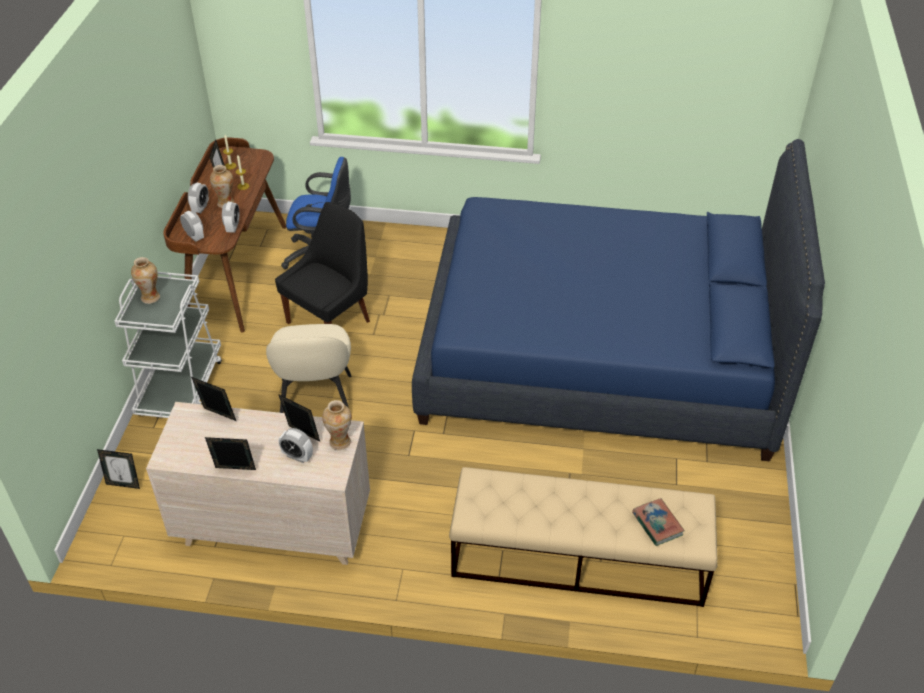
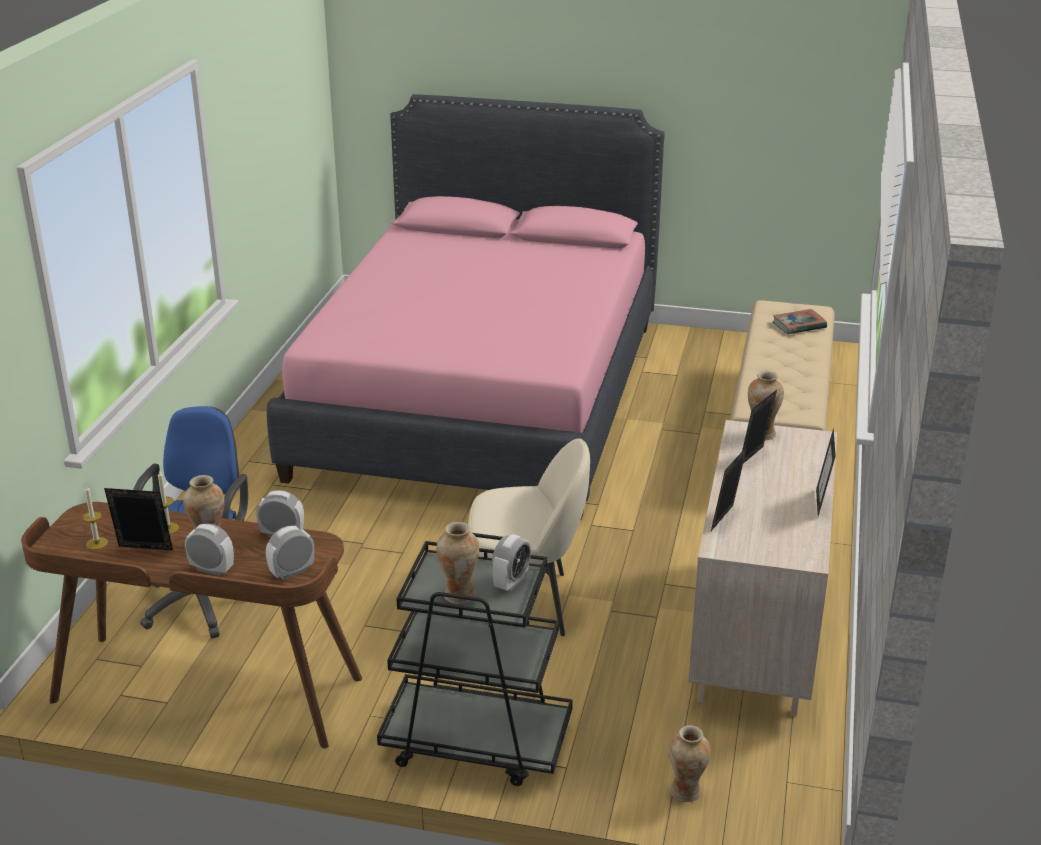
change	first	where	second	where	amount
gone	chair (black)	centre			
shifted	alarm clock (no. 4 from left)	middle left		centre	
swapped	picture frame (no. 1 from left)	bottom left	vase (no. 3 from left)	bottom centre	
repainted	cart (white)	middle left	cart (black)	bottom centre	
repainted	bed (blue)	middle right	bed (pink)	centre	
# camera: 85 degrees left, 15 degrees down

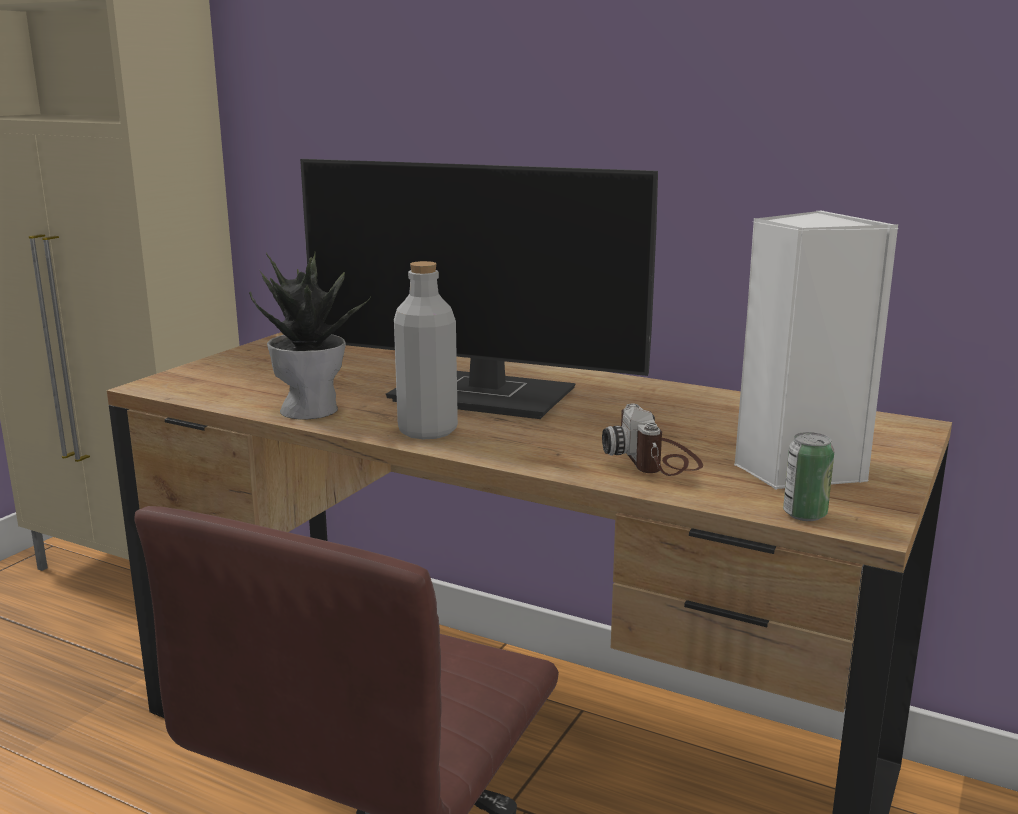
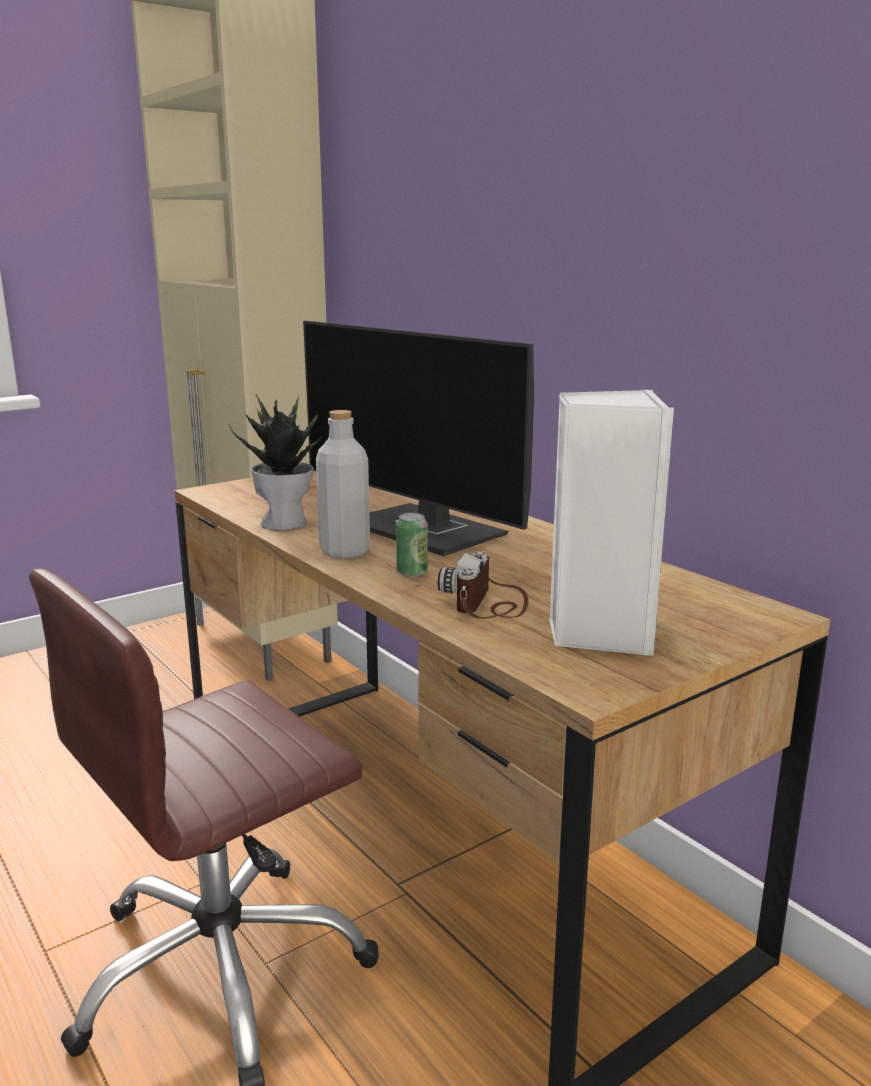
change	first	where	second	where	amount
shifted	can	middle right		centre	
# camera: 25 degrees right, 0 degrees up

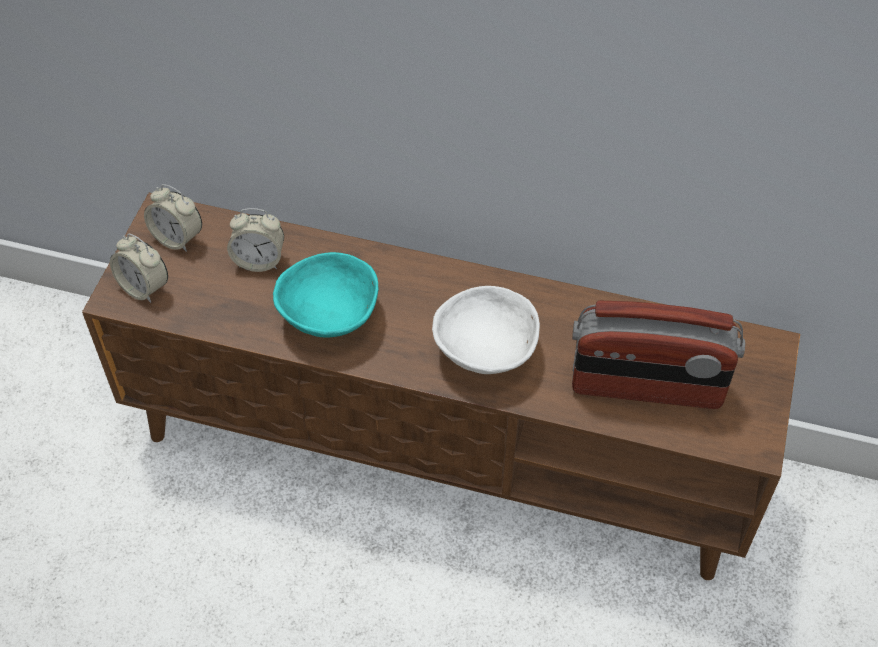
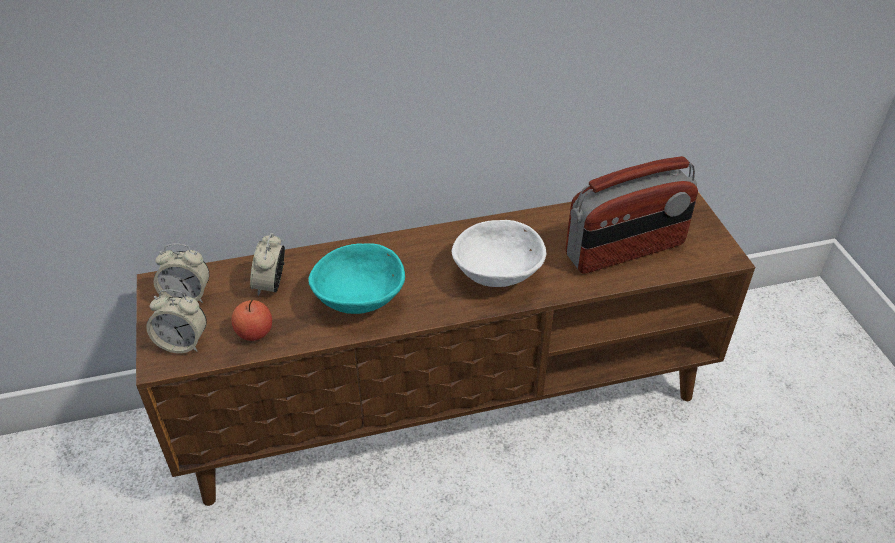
change	first	where	second	where	amount
new			apple	middle left	
rotated	alarm clock (no. 3 from left)	middle left		middle left	120 degrees clockwise
# camera: 30 degrees left, 10 degrees down

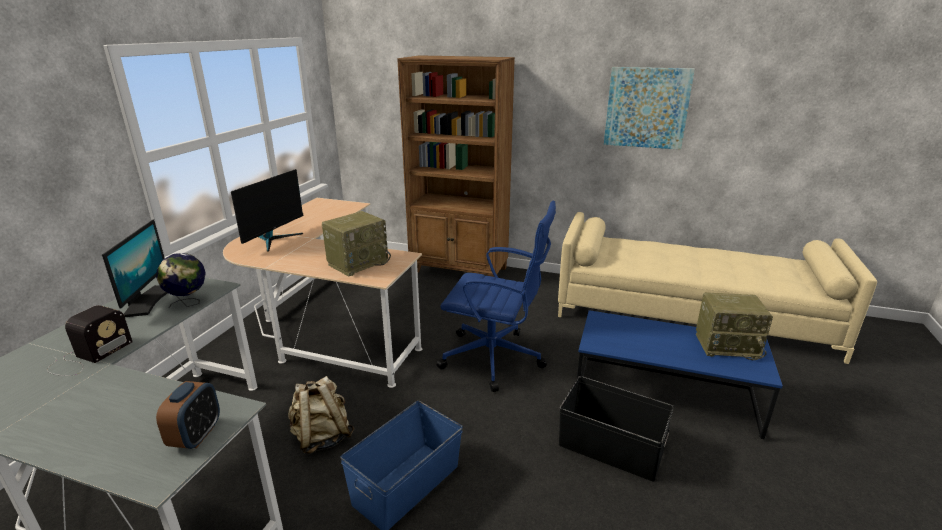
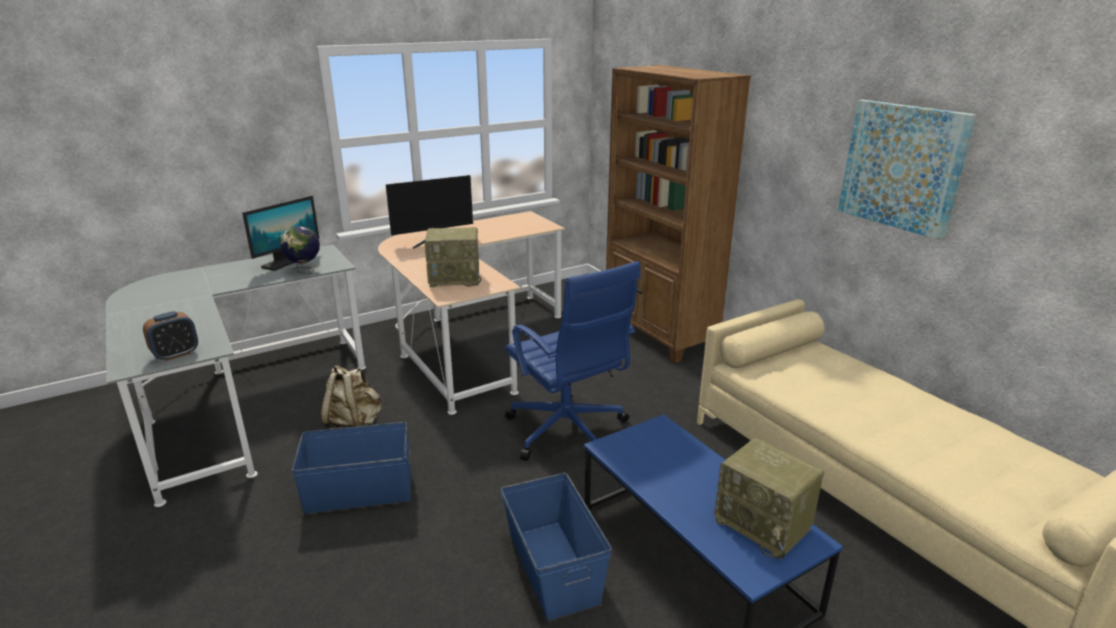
change	first	where	second	where	amount
gone	radio (no. 1 from left)	middle left			
repainted	storage box (black)	bottom centre	storage box (blue) (no. 2 from left)	bottom centre	
# camera: 40 degrees right, 0 degrees up

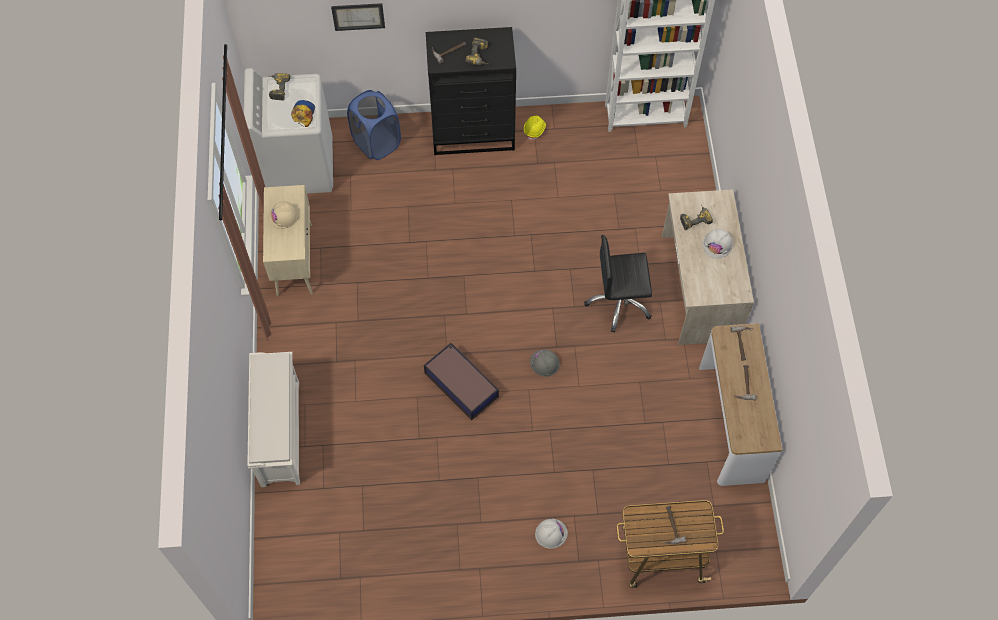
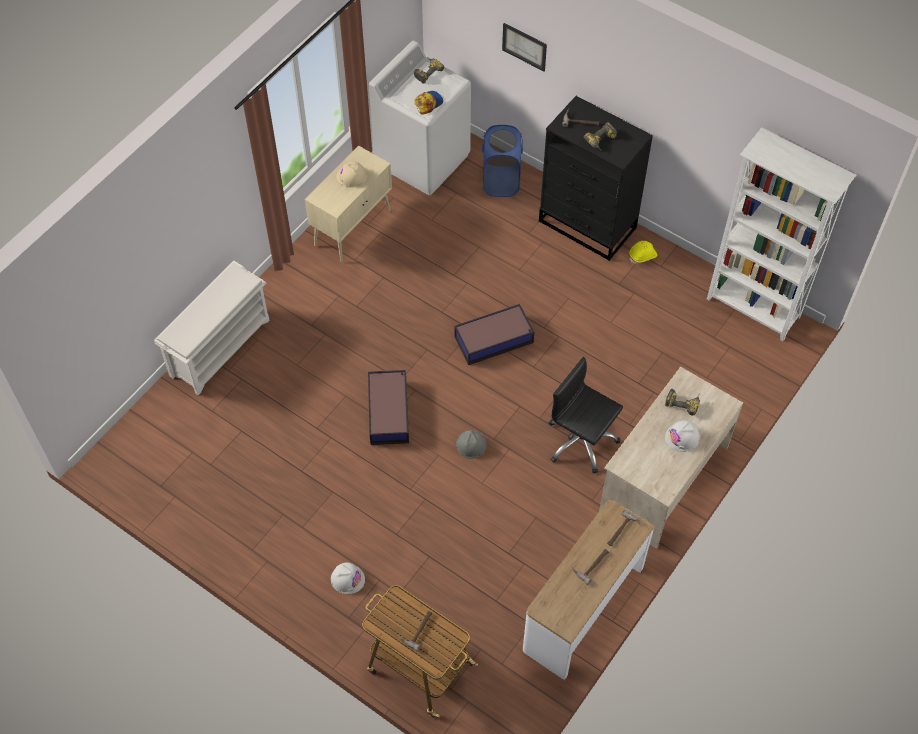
change	first	where	second	where	amount
new			storage box (no. 2 from left)	centre	
# camera: 40 degrees right, 5 degrees down

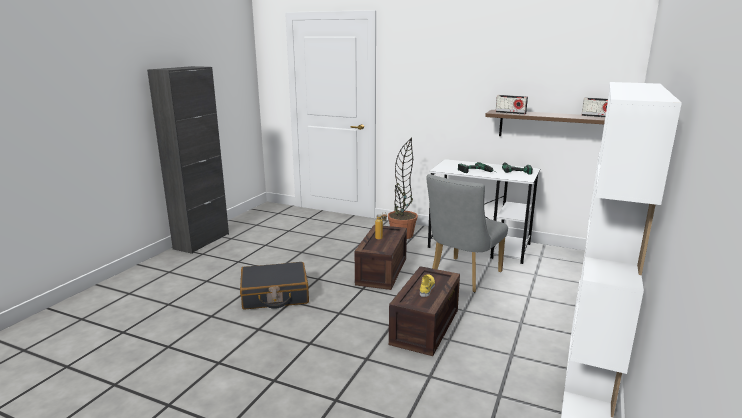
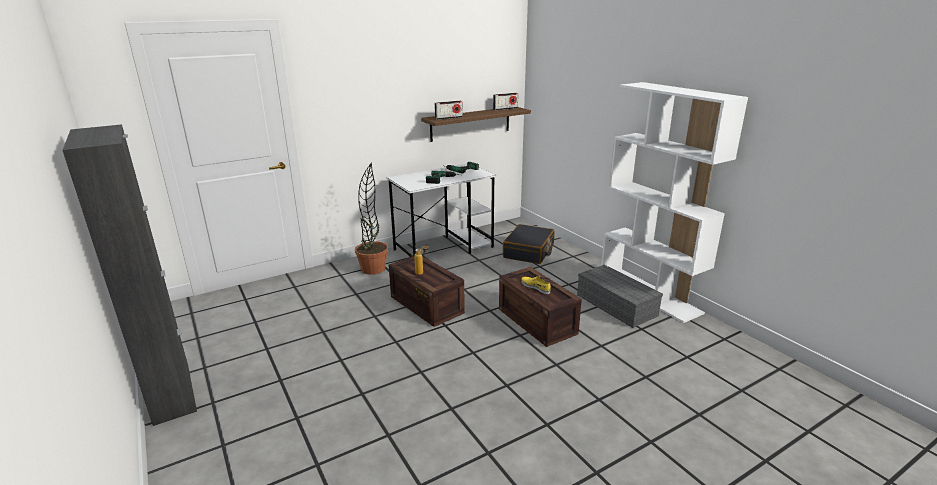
change	first	where	second	where	amount
gone	chair (grey)	centre			
new			storage box (grey)	centre	
shifted	suitcase (black)	bottom centre		centre	
# camera: 55 degrees left, 5 degrees up

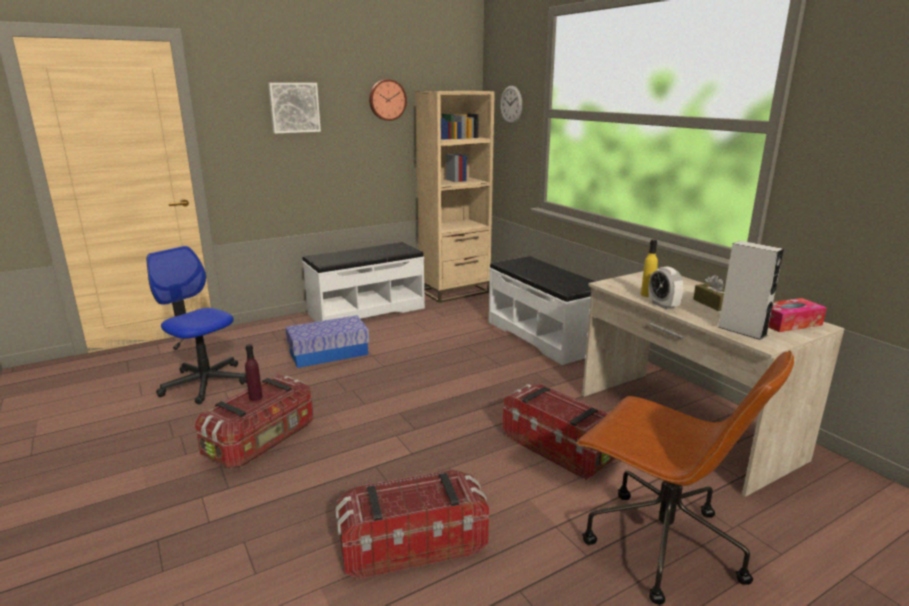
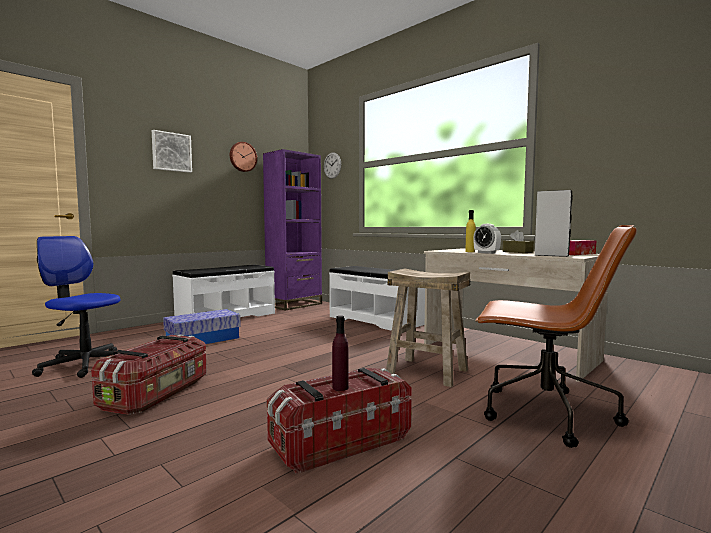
change	first	where	second	where	amount
shifted	bottle (purple)	middle left		centre	
swapped	storage box (no. 4 from left)	bottom centre	stool (beige)	centre	
repainted	bookcase (beige)	top centre	bookcase (purple)	centre	
# camera: 15 degrees left, 15 degrees down

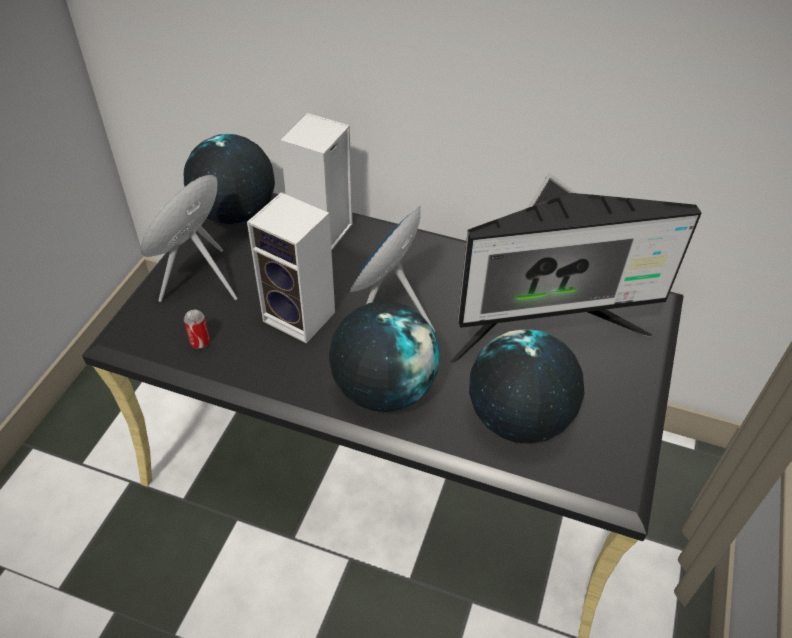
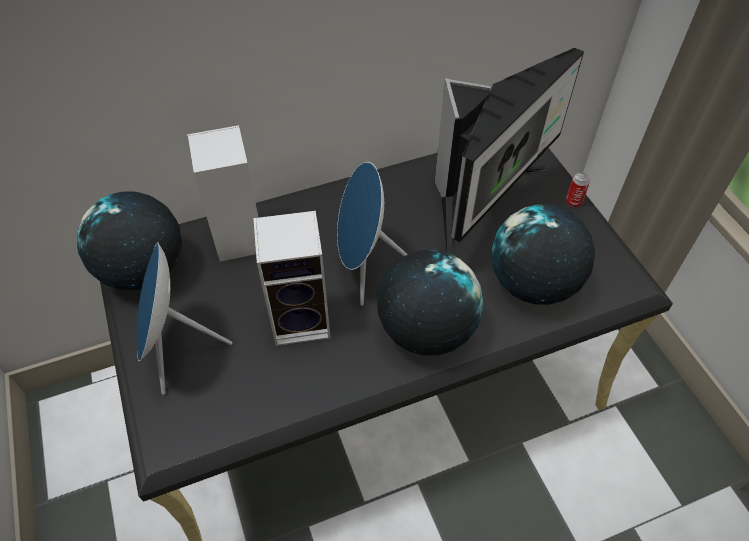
change	first	where	second	where	amount
shifted	can	middle left		middle right	
# camera: 40 degrees left, 5 degrees up

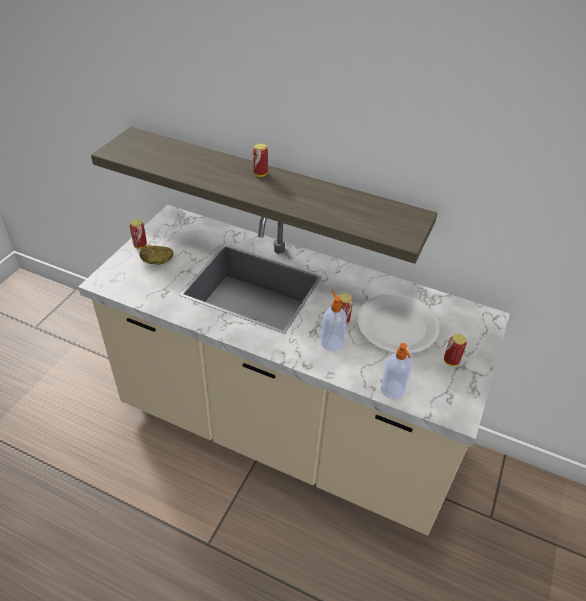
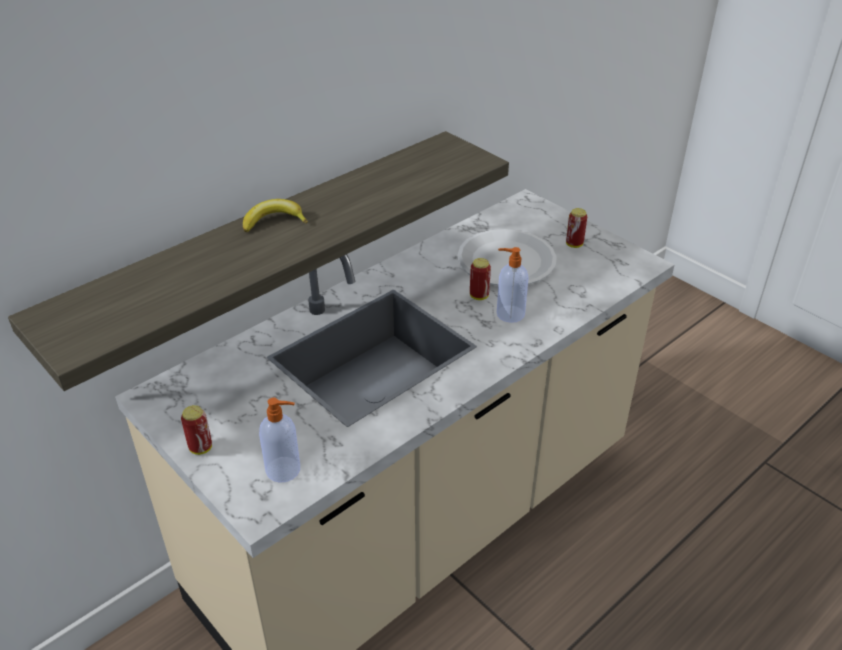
change	first	where	second	where	amount
gone	potato	middle left			
shifted	soap dispenser (no. 2 from left in the first image)	middle right	soap dispenser (no. 1 from left)	bottom left	
swapped	can (no. 2 from left)	top centre	banana	top left	
# camera: 65 degrees left, 5 degrees down

